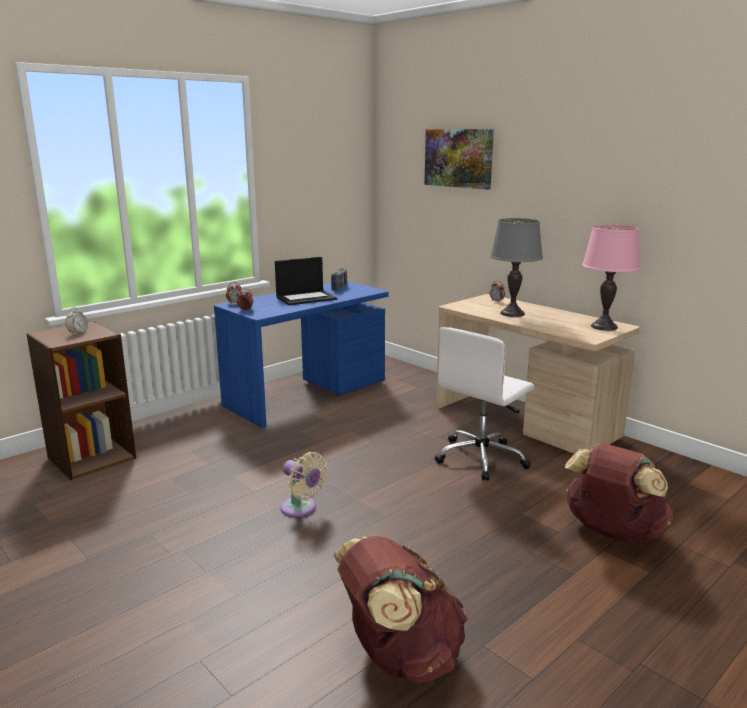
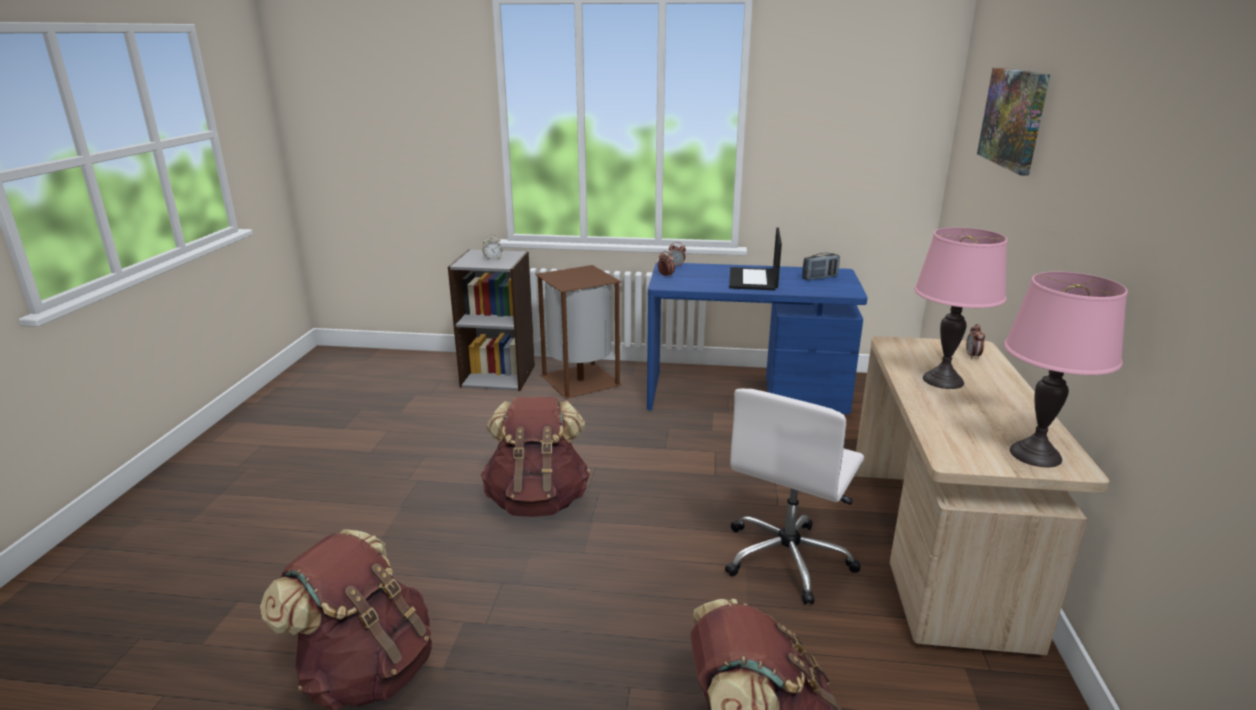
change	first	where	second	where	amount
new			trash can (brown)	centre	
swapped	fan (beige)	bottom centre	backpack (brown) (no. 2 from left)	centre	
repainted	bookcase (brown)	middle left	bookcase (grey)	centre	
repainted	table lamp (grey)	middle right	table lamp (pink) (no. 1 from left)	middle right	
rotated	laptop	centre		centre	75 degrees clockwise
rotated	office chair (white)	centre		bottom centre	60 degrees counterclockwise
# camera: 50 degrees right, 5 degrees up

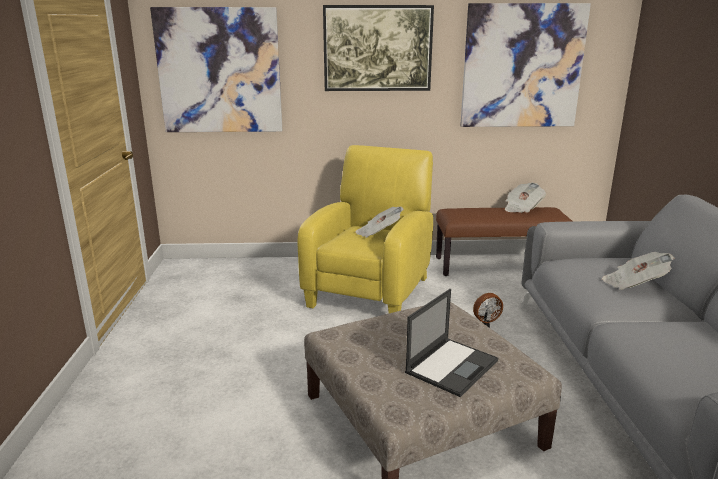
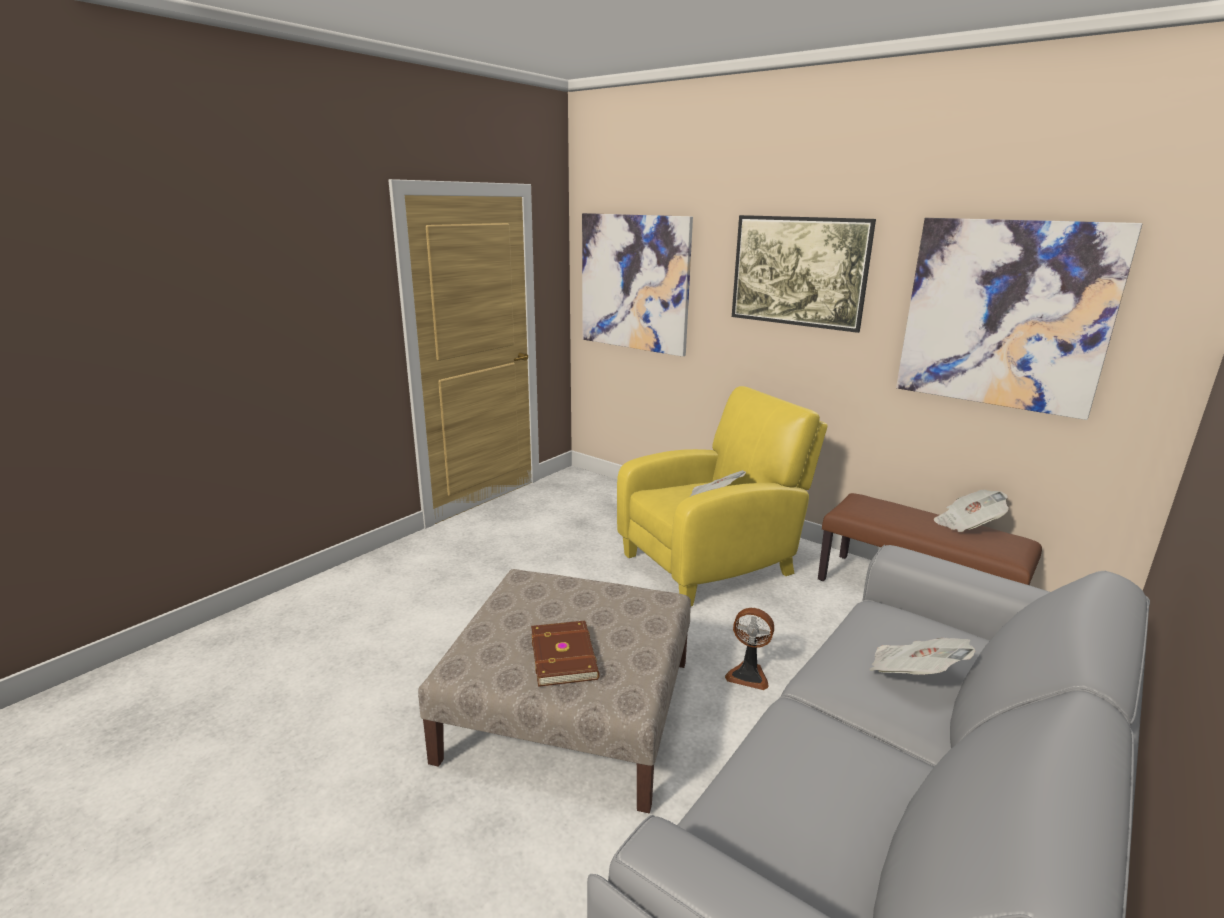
change	first	where	second	where	amount
swapped	laptop	bottom centre	book (brown)	bottom centre	
# camera: 40 degrees right, 0 degrees up

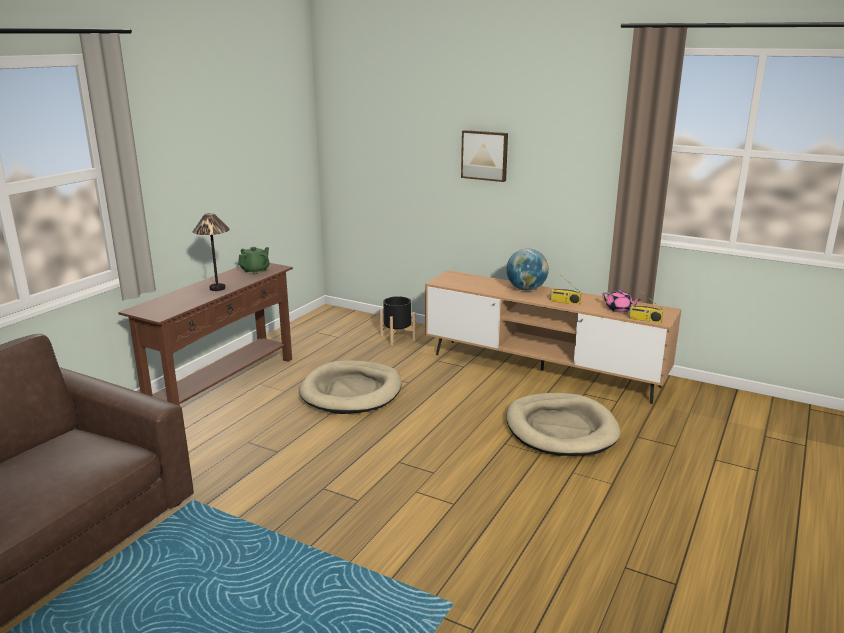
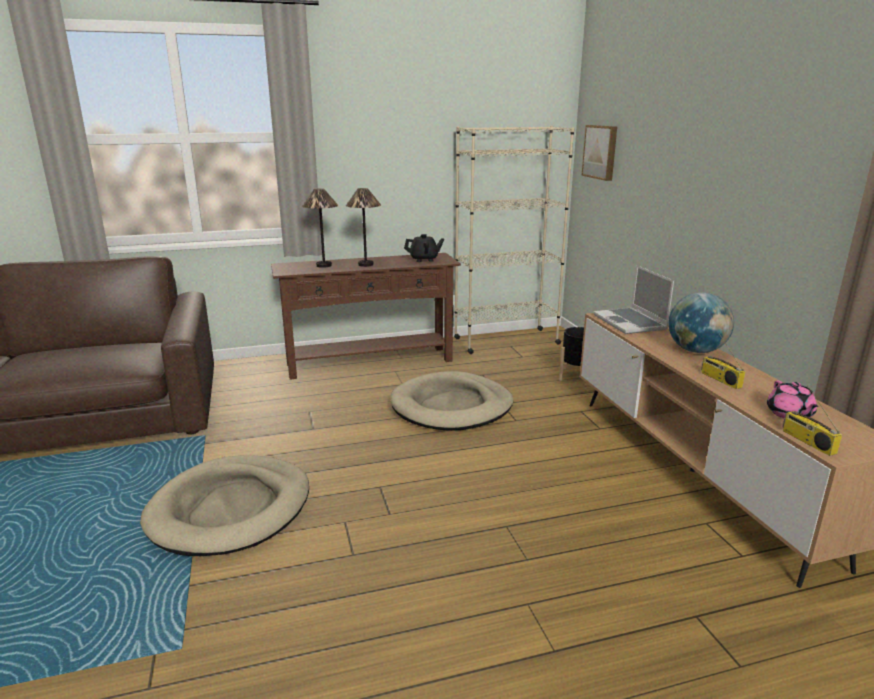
change	first	where	second	where	amount
new			table lamp (no. 1 from left)	top centre	
new			bookcase (beige)	centre	
new			laptop	middle right	
shifted	picture	top centre		top right	
shifted	dog bed (beige) (no. 2 from left in the first image)	bottom right	dog bed (beige) (no. 1 from left)	bottom left	
repainted	teapot (green)	middle left	teapot (black)	centre	
# camera: 45 degrees right, 0 degrees up

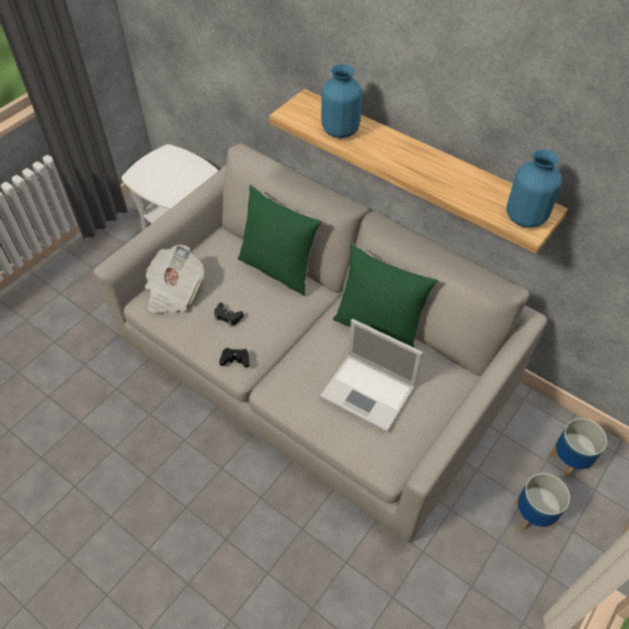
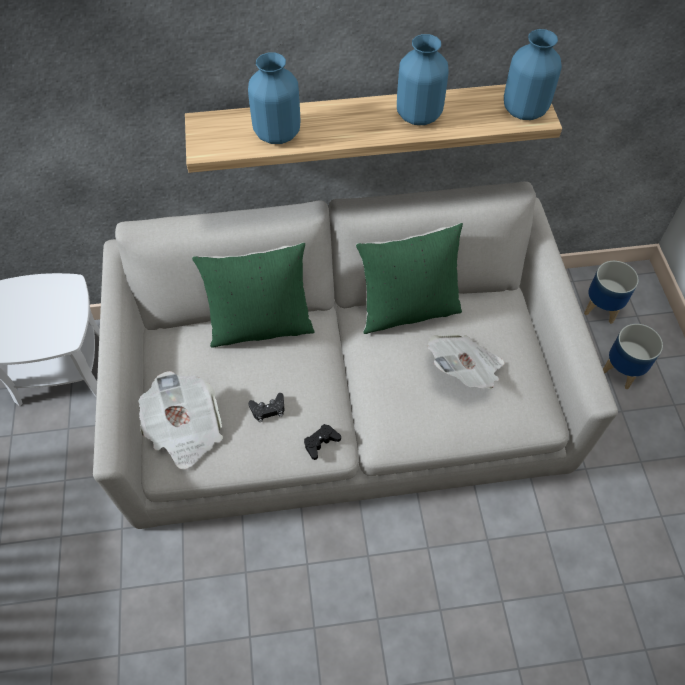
change	first	where	second	where	amount
new			vase (blue) (no. 2 from left)	top centre	
swapped	laptop	centre	newspaper (no. 2 from left)	middle right	
# camera: 45 degrees left, 5 degrees up

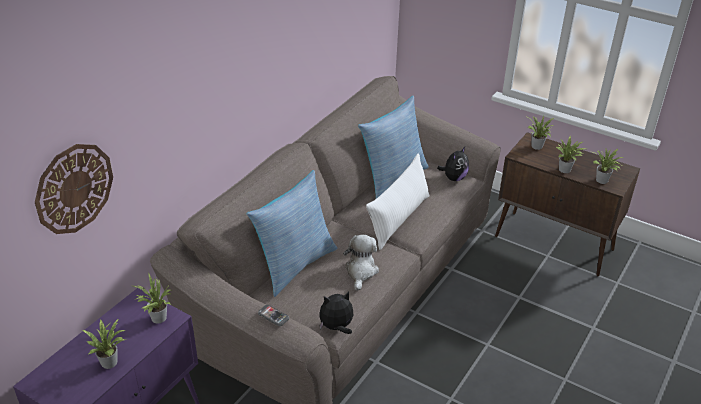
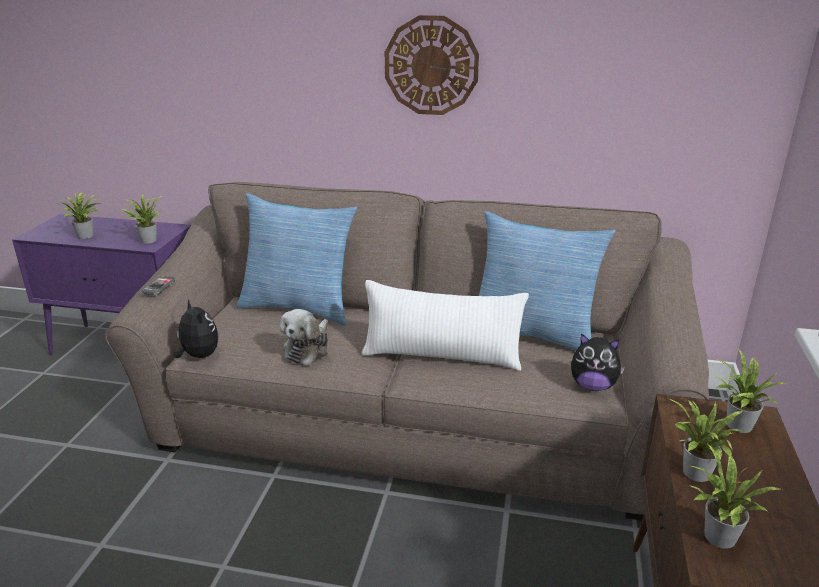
change	first	where	second	where	amount
shifted	wall clock	middle left		top centre	
rotated	plush toy (no. 2 from left)	centre		centre	120 degrees clockwise
# camera: 70 degrees right, 10 degrees down

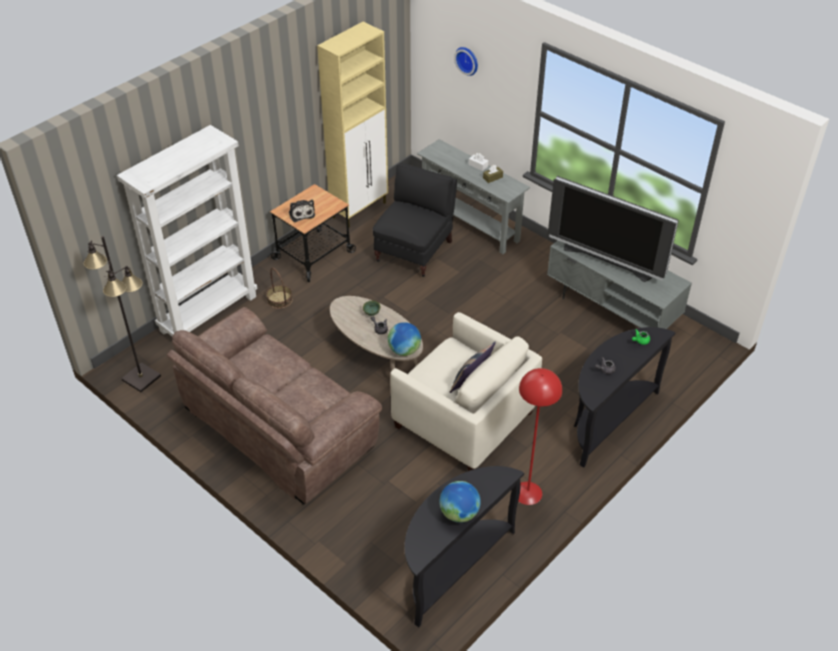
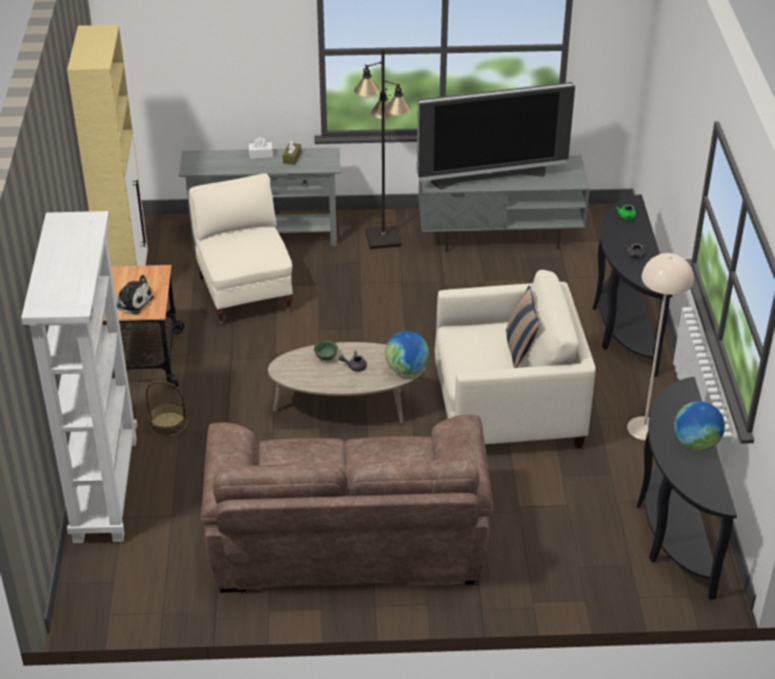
change	first	where	second	where	amount
gone	wall clock	top centre			
shifted	floor lamp (black)	middle left		top centre	
repainted	armchair (black)	centre	armchair (beige) (no. 1 from left)	middle left	
repainted	floor lamp (red)	bottom centre	floor lamp (beige)	middle right	
# camera: 45 degrees left, 5 degrees down

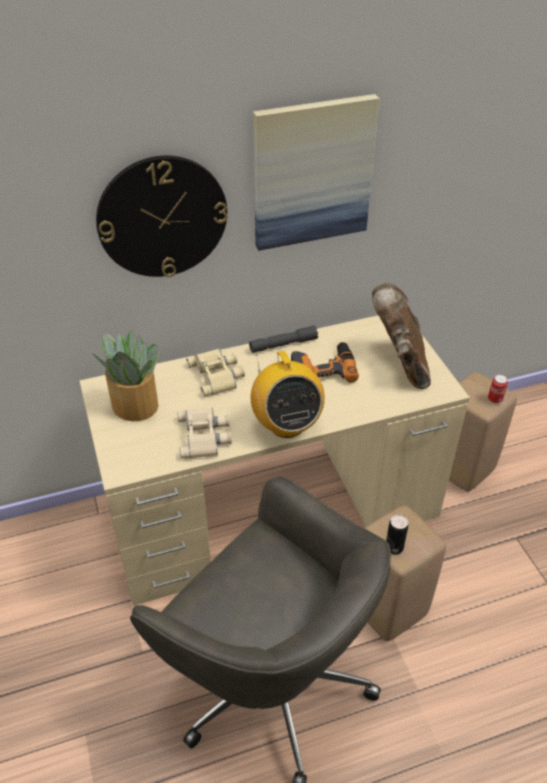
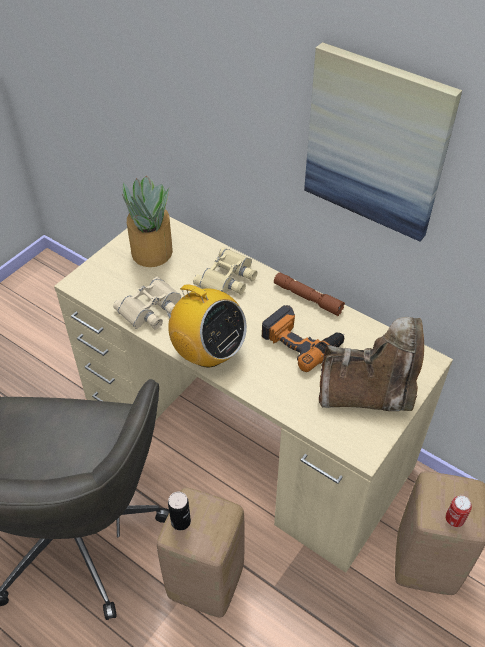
change	first	where	second	where	amount
gone	wall clock	top left			
repainted	flashlight (grey)	centre	flashlight (brown)	centre	
rotated	radio	centre		centre	90 degrees counterclockwise
rotated	boot (brown)	middle right		middle right	45 degrees clockwise
# camera: 55 degrees right, 5 degrees up

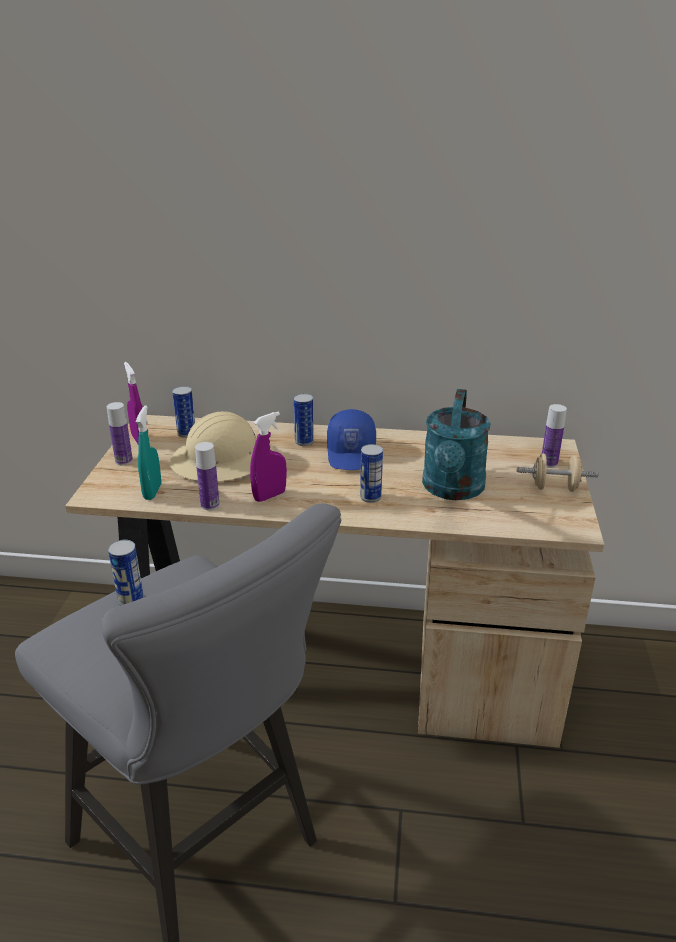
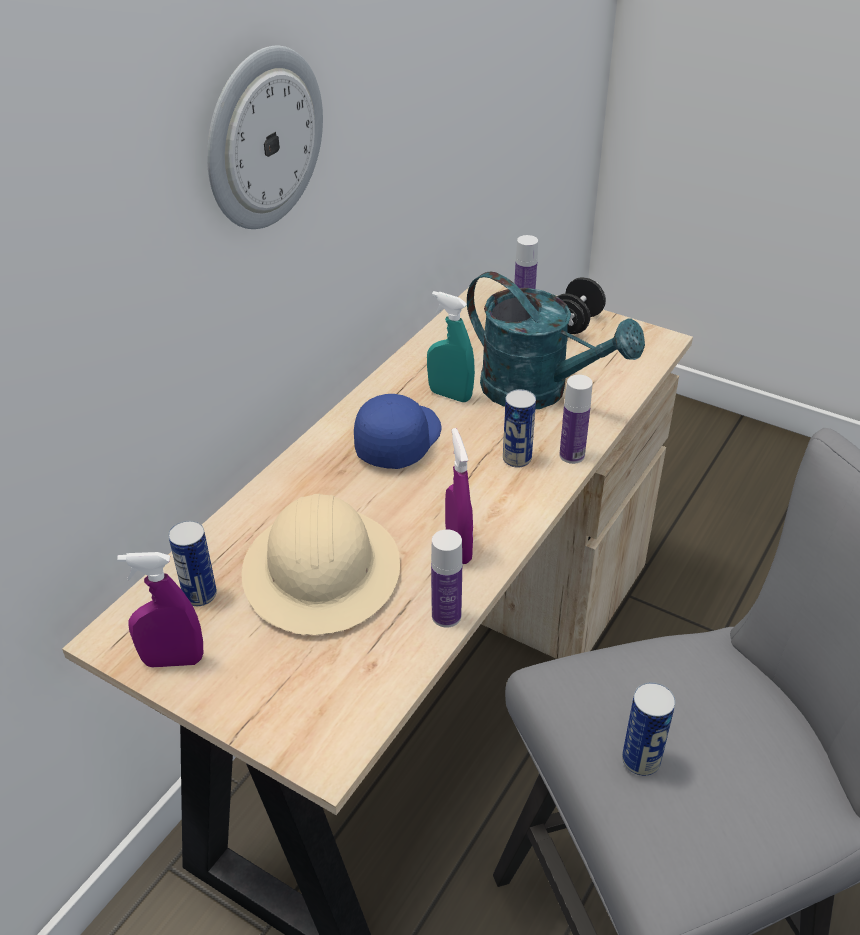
change	first	where	second	where	amount
gone	can (no. 3 from left)	centre			
new			wall clock	top left	
shifted	bottle (no. 1 from left in the first image)	middle left	bottle (no. 3 from left)	middle right	
shifted	spray bottle (turquoise)	middle left		centre	
repainted	dumbbell (beige)	middle right	dumbbell (black)	top right	
rotated	cap (blue)	centre		centre	90 degrees counterclockwise
# camera: 65 degrees left, 10 degrees up

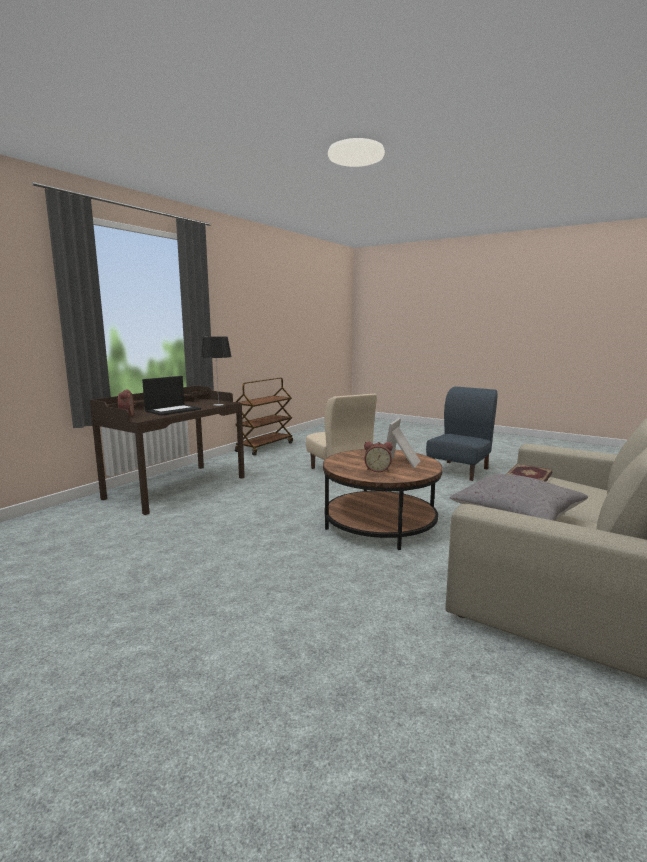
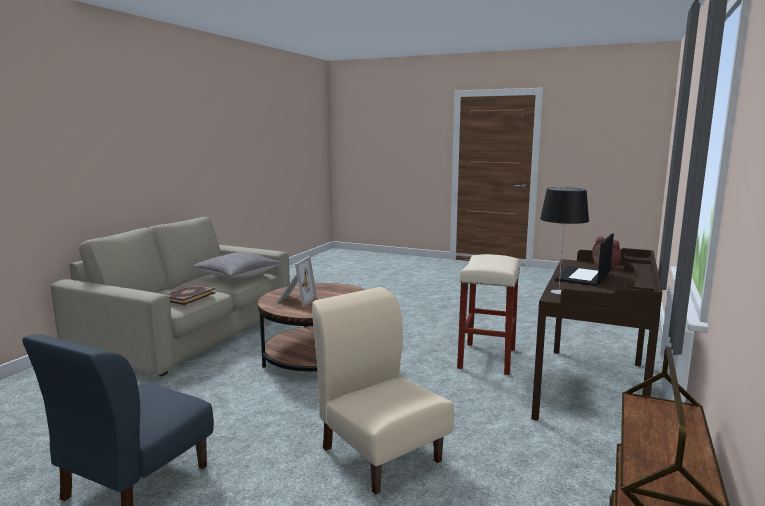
change	first	where	second	where	amount
gone	alarm clock (no. 2 from left)	centre			
new			stool (beige)	centre	
# camera: 170 degrees right, 0 degrees up

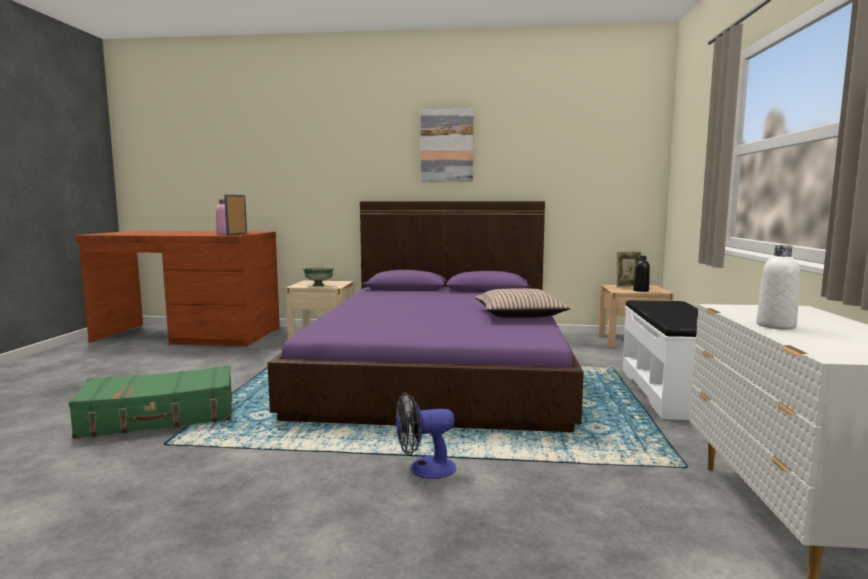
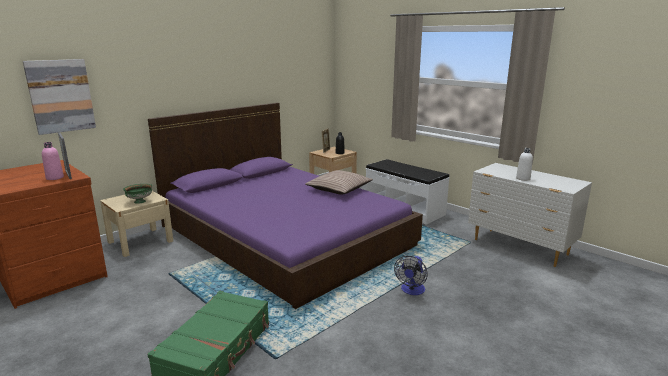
change	first	where	second	where	amount
shifted	picture	top centre		top left	
# camera: 50 degrees left, 10 degrees up

